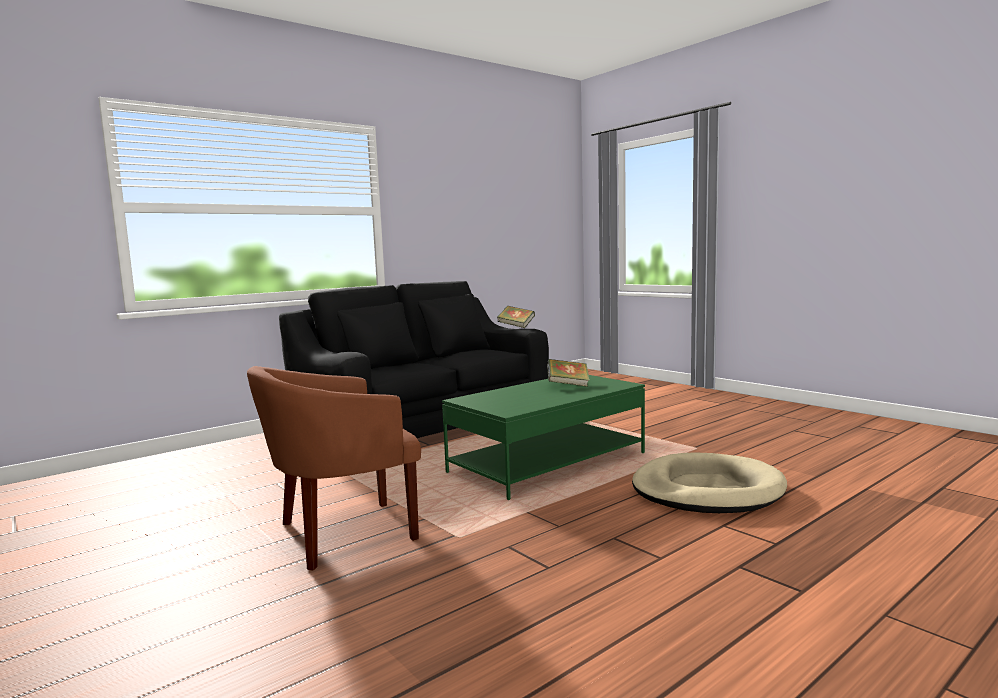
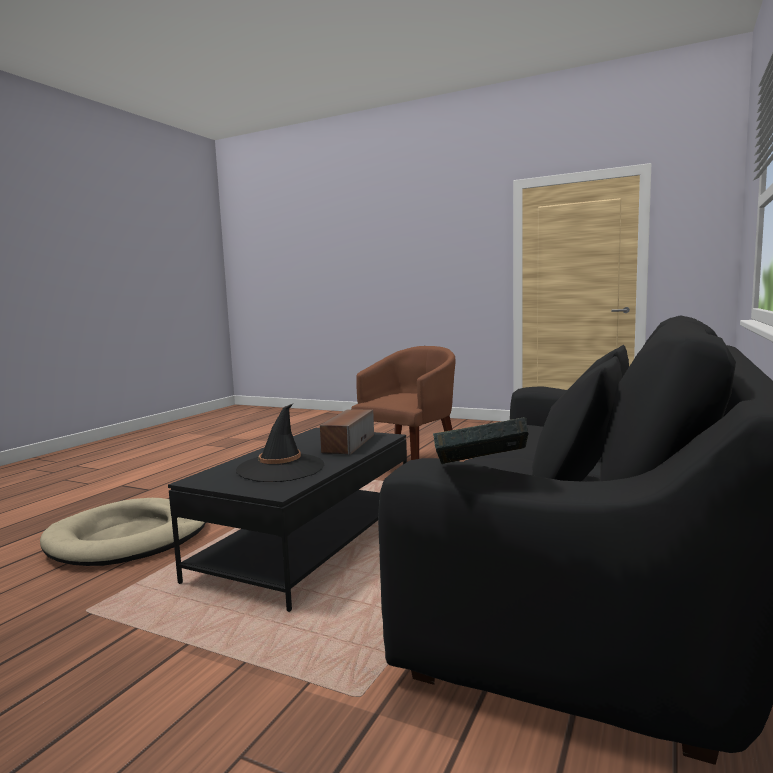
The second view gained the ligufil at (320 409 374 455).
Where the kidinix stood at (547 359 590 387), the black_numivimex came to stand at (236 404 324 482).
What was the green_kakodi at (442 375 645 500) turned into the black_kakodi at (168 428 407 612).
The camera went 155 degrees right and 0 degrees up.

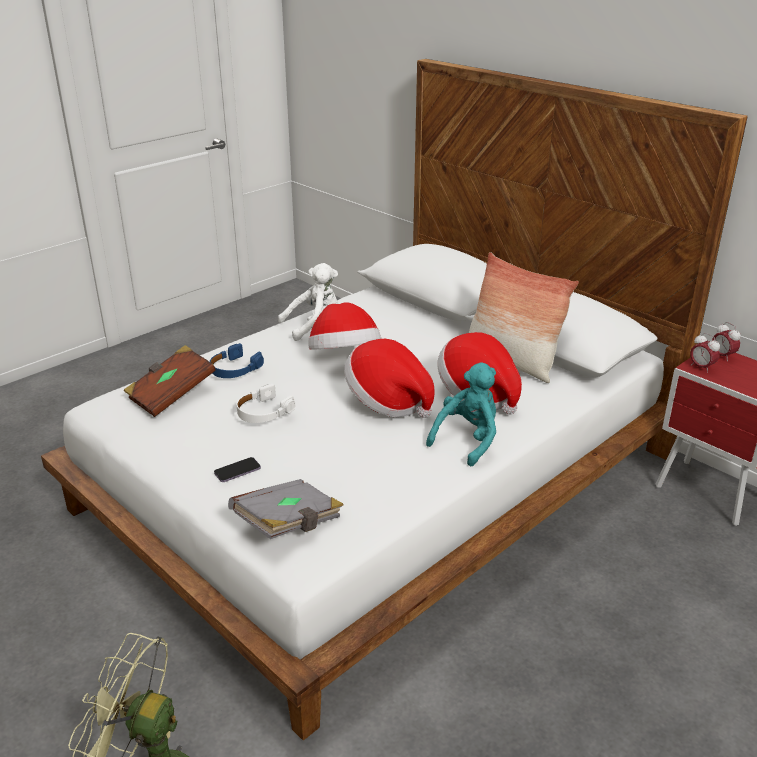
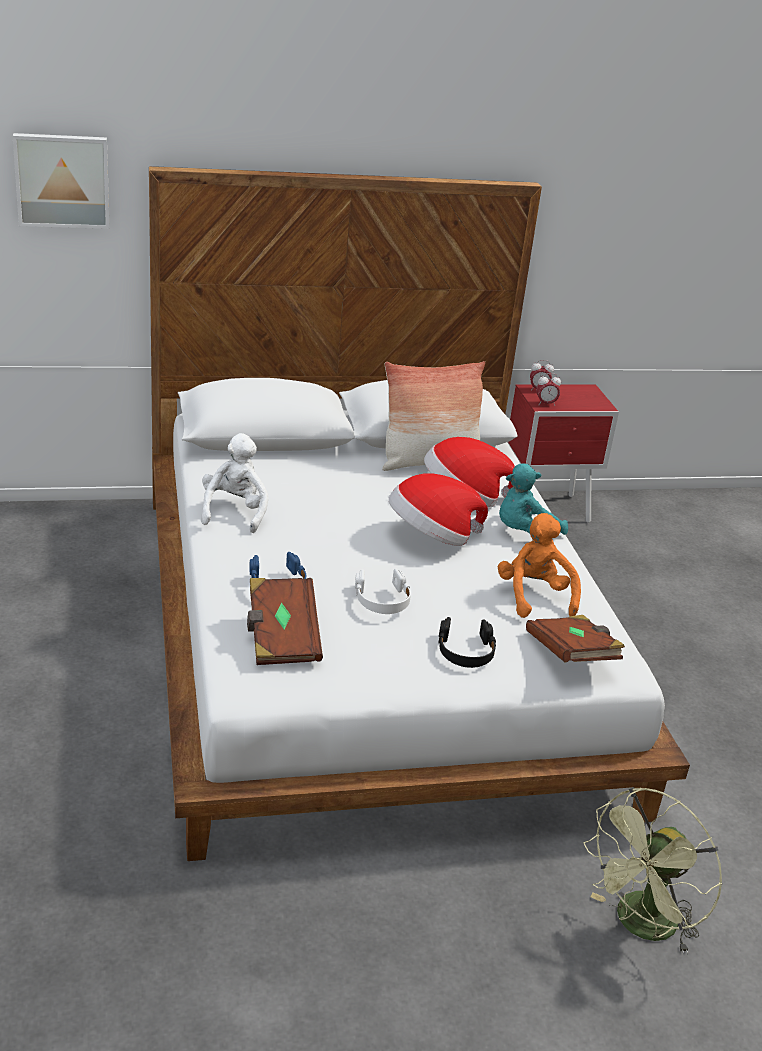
The second view lost the numivimex at (309 302 381 350).
The second view gained the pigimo at (13 133 110 229).
The second view gained the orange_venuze at (498 513 581 618).
Where the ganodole stood at (214 457 261 482), the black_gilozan came to stand at (438 617 496 668).
What was the grey_kidinix at (228 479 344 539) turned into the brown_kidinix at (526 615 625 662).
The turquoise_venuze at (426 362 496 466) ended up facing another way, 105 degrees counterclockwise from before.
The camera went 60 degrees left and 0 degrees up.

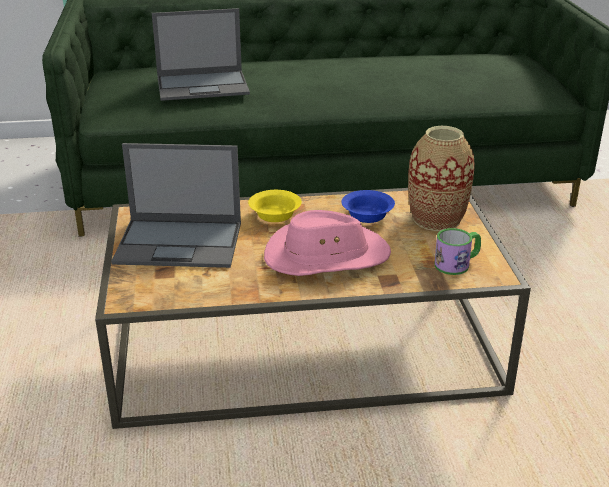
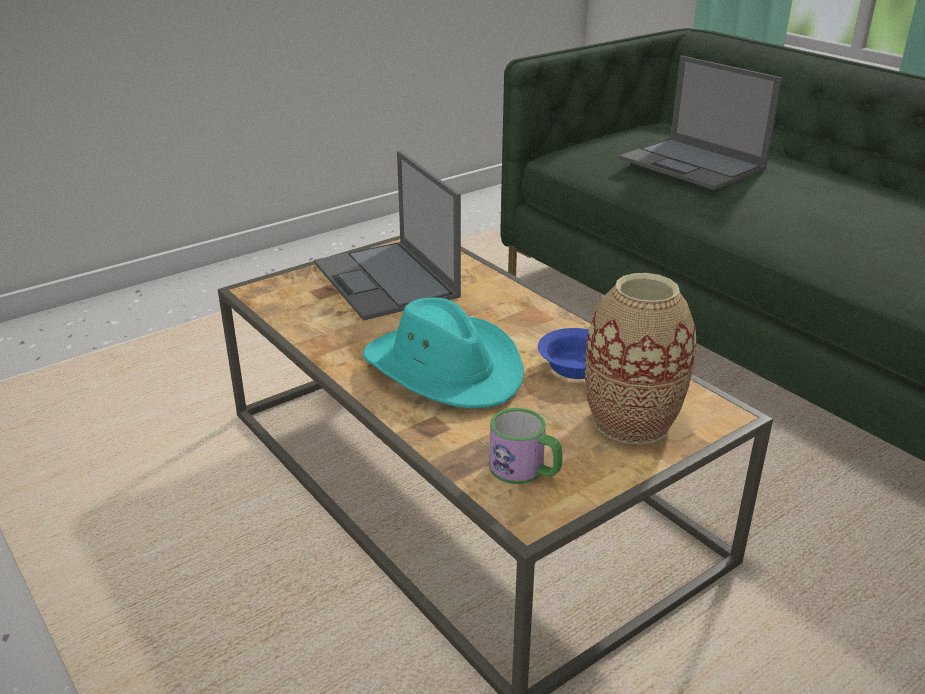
The second view lost the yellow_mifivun at (248 190 302 222).
What was the pink_numivimex at (264 210 391 276) turned into the turquoise_numivimex at (363 297 524 409).
The camera went 60 degrees right and 0 degrees up.

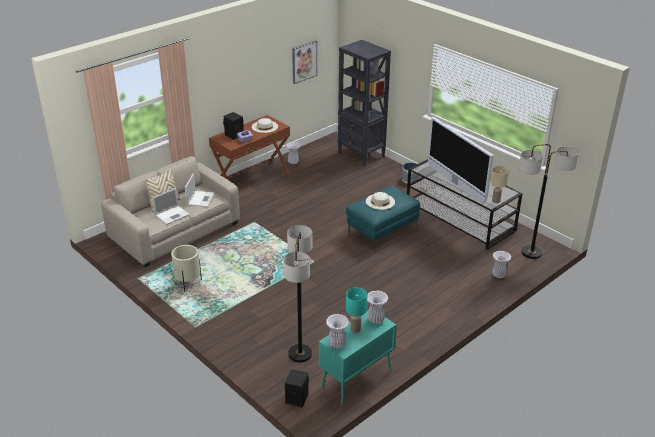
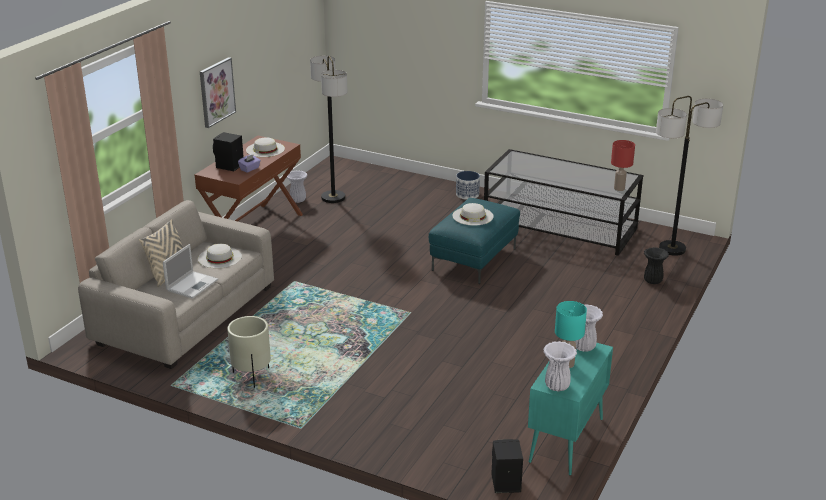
The second view lost the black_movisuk at (338 40 391 167).
The second view lost the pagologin at (428 117 494 203).
The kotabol ended up elsewhere, having gone from (284 225 312 362) to (310 56 347 203).
The pigimo ended up elsewhere, having gone from (292 41 317 84) to (200 57 236 128).
Where the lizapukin stood at (185 174 215 207), the white_numivimex came to stand at (198 244 242 268).
What was the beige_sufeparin at (490 166 509 203) turned into the red_sufeparin at (611 140 635 191).
What was the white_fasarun at (492 251 511 278) turned into the black_fasarun at (644 247 669 284).
The camera went 20 degrees left and 5 degrees down.

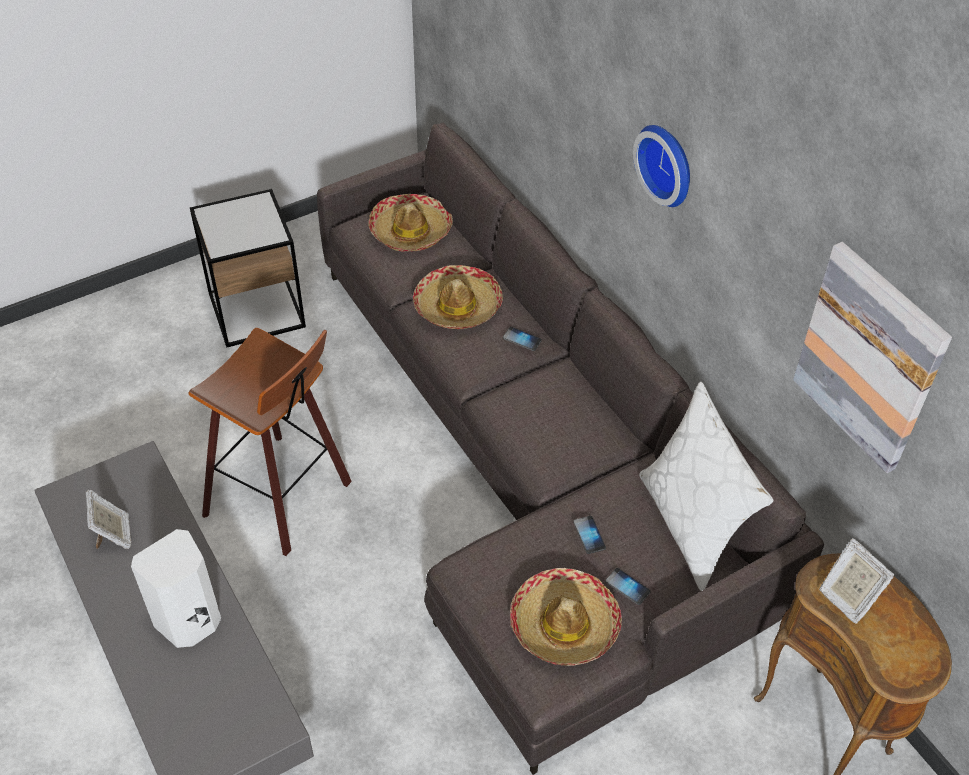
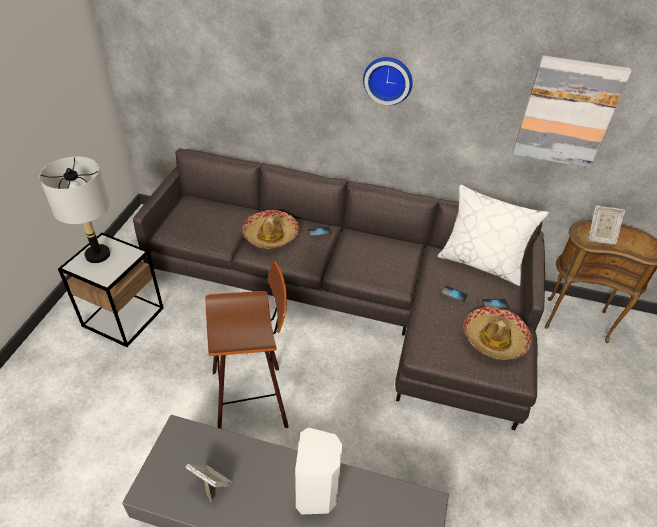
The second view lost the numivimex at (368 194 453 252).
The second view gained the grey_sufeparin at (39 156 110 263).
The camera went 45 degrees left and 5 degrees down.

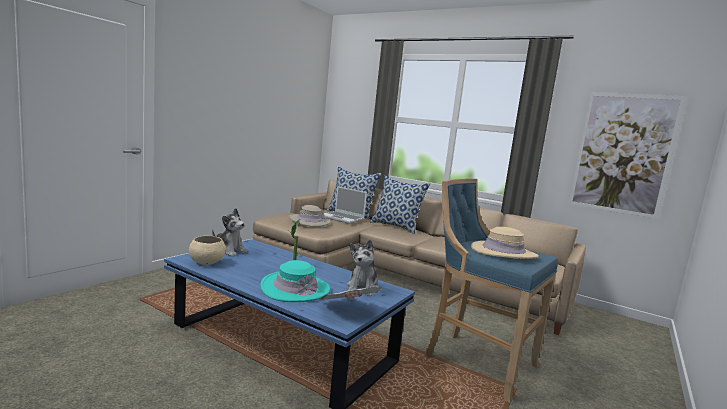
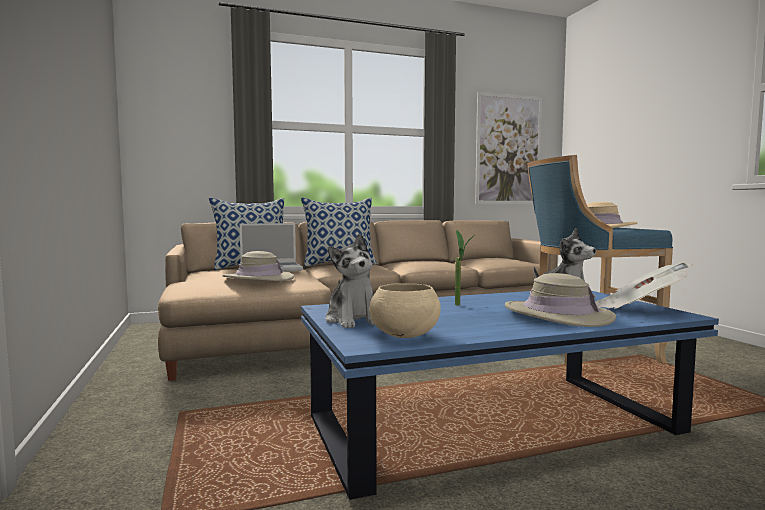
What was the turquoise_numivimex at (260 260 330 302) turned into the beige_numivimex at (505 273 616 327).
The venuze at (212 208 247 257) ended up facing another way, 90 degrees clockwise from before.
The camera went 50 degrees left and 5 degrees down.

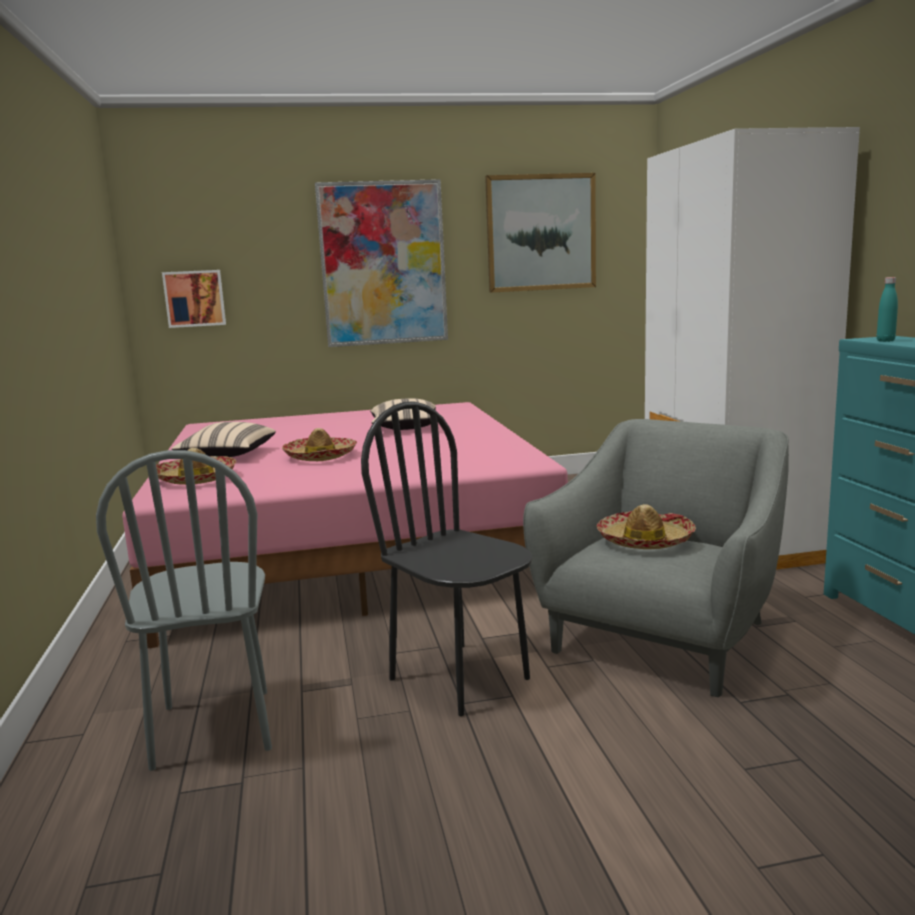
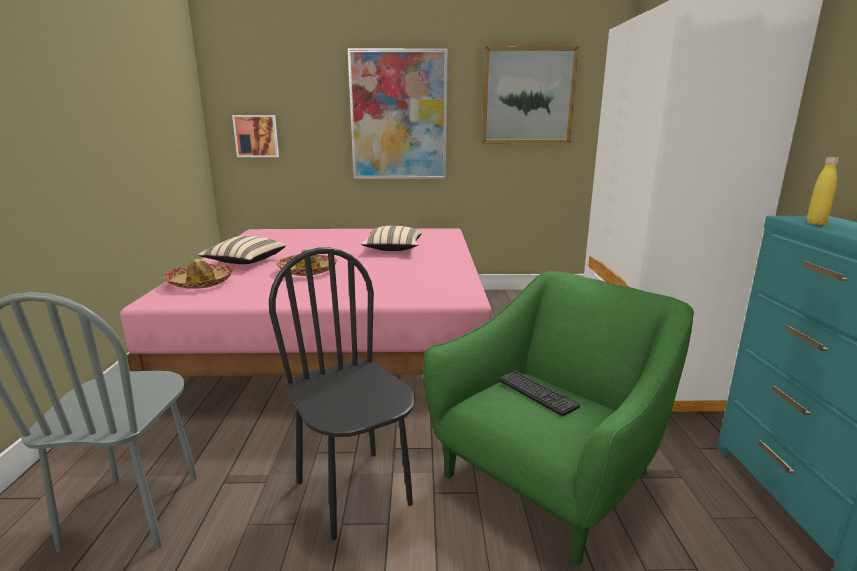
Where the numivimex stood at (597 504 696 549), the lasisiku came to stand at (499 371 580 416).
What was the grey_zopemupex at (523 419 789 697) turned into the green_zopemupex at (423 271 694 565).
What was the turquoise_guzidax at (877 277 898 342) turned into the yellow_guzidax at (807 157 839 225).
The camera went 10 degrees right and 5 degrees up.

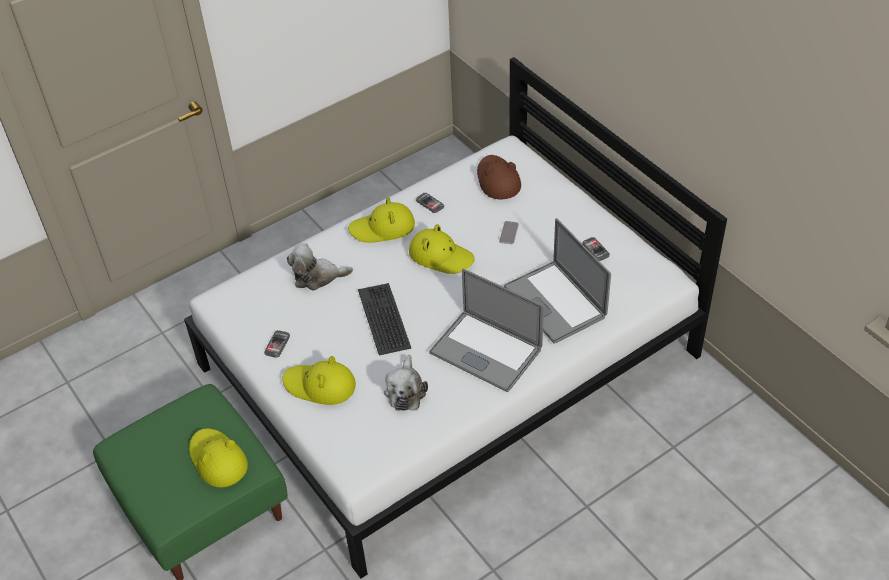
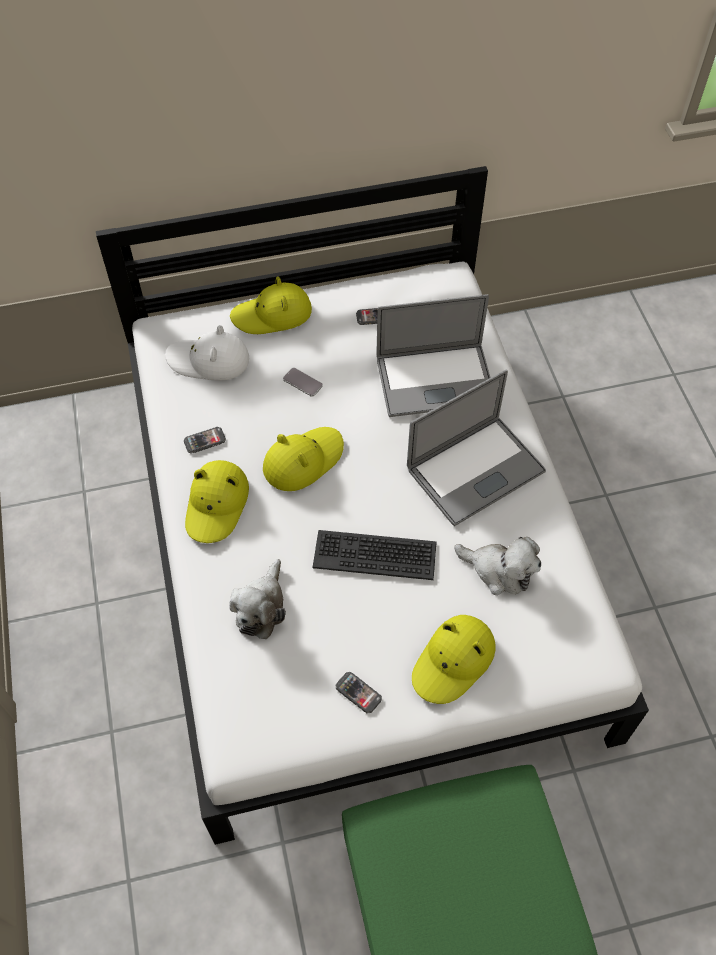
The yellow_numivimex ended up elsewhere, having gone from (189 429 248 487) to (230 277 312 334).
What was the brown_numivimex at (477 155 521 199) turned into the white_numivimex at (165 325 249 381).
The camera went 70 degrees left and 10 degrees up.

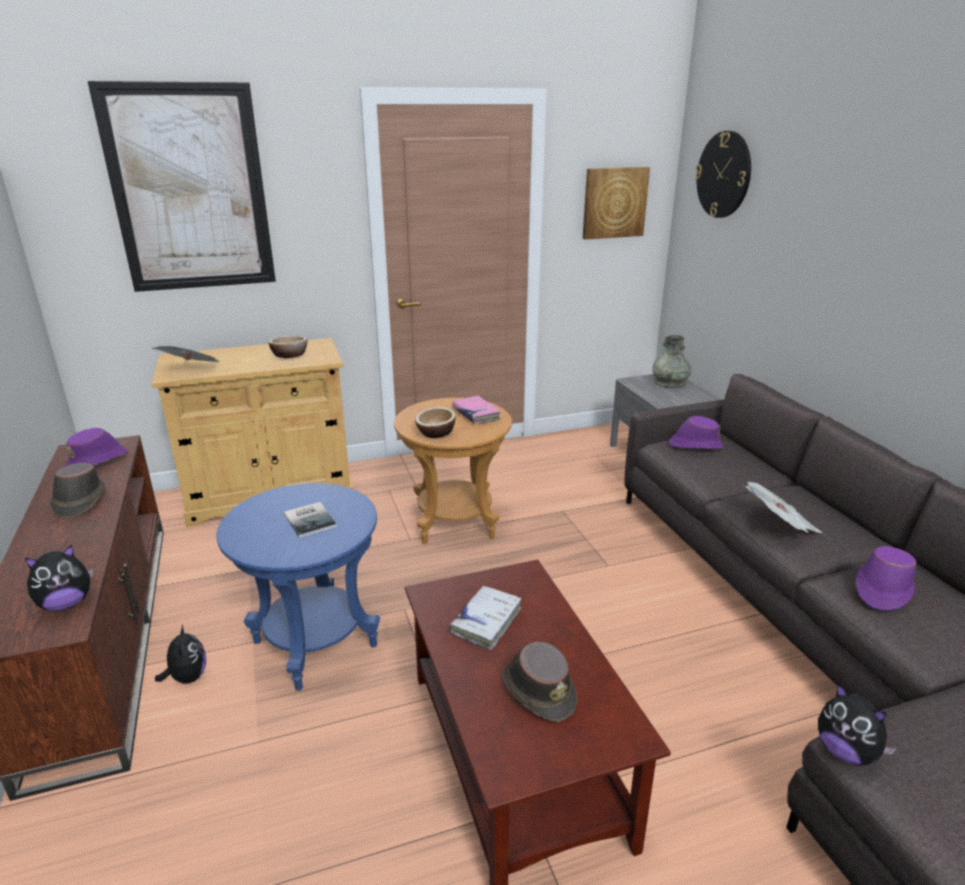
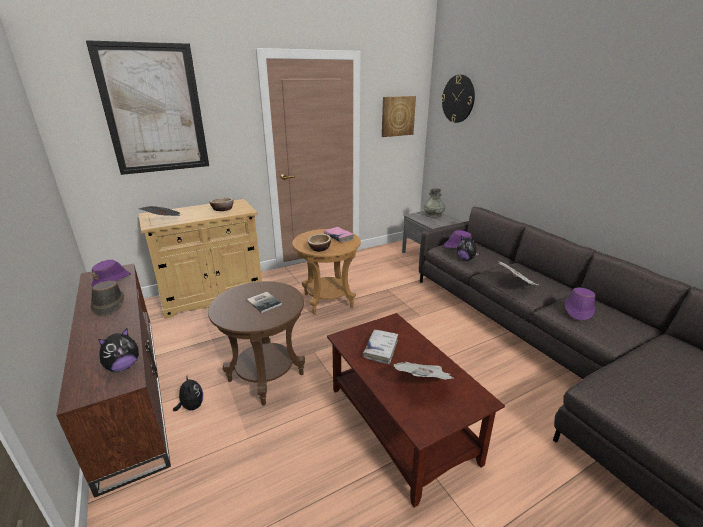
The venuze ended up elsewhere, having gone from (818 683 897 765) to (457 235 479 260).
Where the brown_numivimex stood at (502 642 577 722), the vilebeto came to stand at (394 362 453 380).
What was the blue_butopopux at (217 483 380 691) turned into the brown_butopopux at (208 281 305 405).
The camera went 10 degrees left and 0 degrees up.

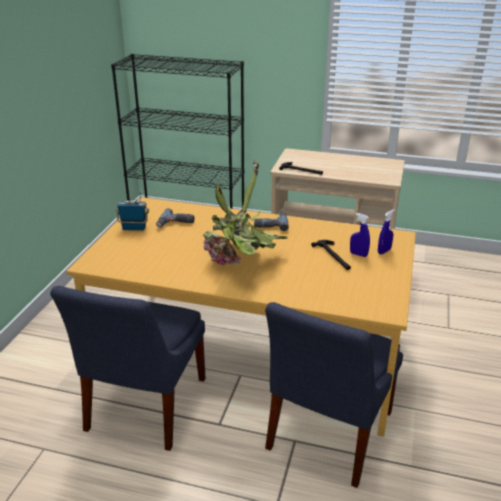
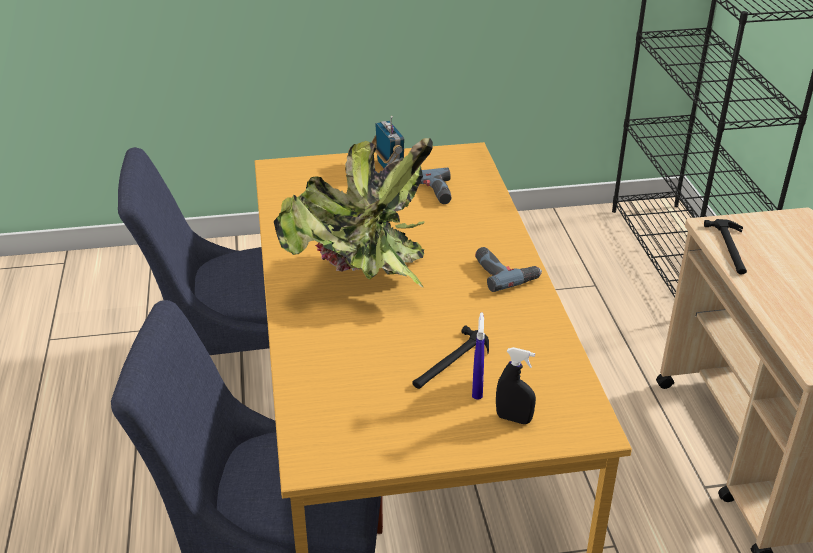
What was the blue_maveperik at (378 209 395 254) turned into the black_maveperik at (496 347 536 424).
The camera went 65 degrees right and 5 degrees up.

